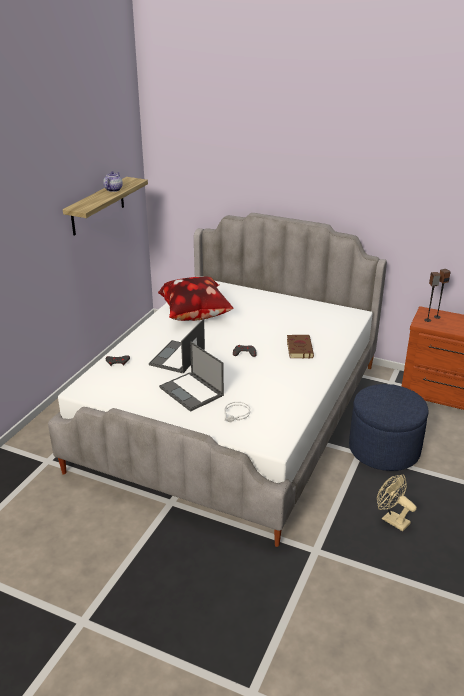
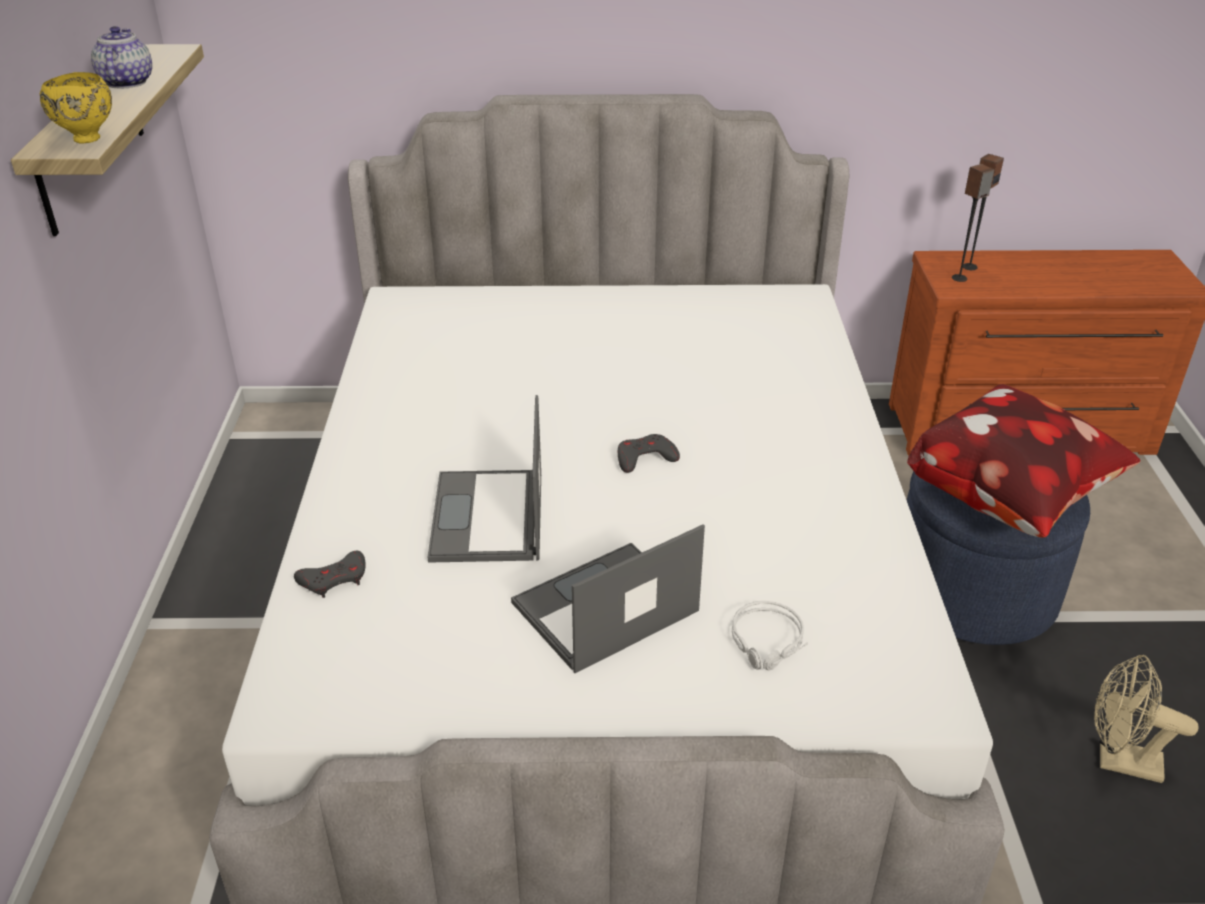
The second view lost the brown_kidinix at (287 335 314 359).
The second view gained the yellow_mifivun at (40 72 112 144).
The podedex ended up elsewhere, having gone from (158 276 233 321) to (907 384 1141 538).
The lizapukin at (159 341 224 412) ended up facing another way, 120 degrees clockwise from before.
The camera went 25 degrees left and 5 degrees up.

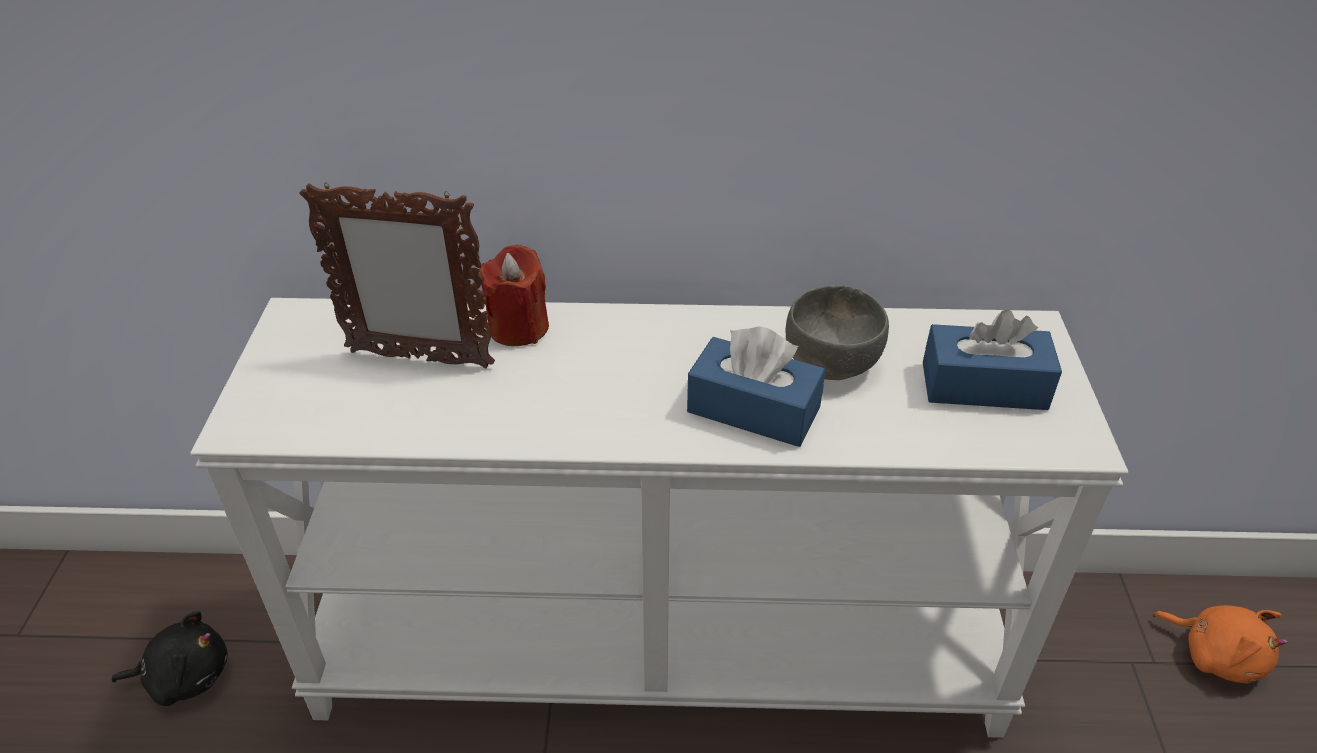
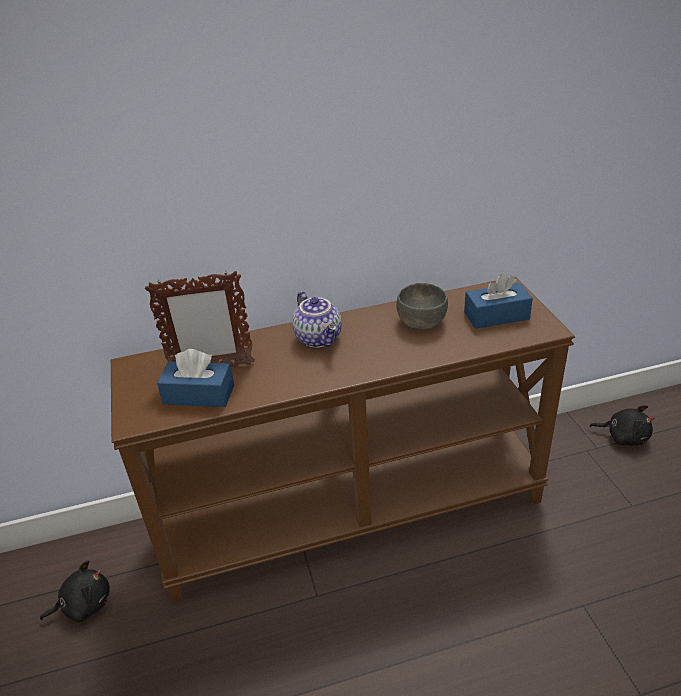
The second view lost the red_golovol at (479 245 549 346).
The second view gained the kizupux at (292 291 342 348).
The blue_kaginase ended up elsewhere, having gone from (687 326 825 447) to (157 349 234 407).
What was the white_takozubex at (190 298 1128 738) turned into the brown_takozubex at (111 277 575 604).
What was the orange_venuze at (1153 605 1287 684) turned into the black_venuze at (589 405 655 446).
The camera went 15 degrees left and 5 degrees down.

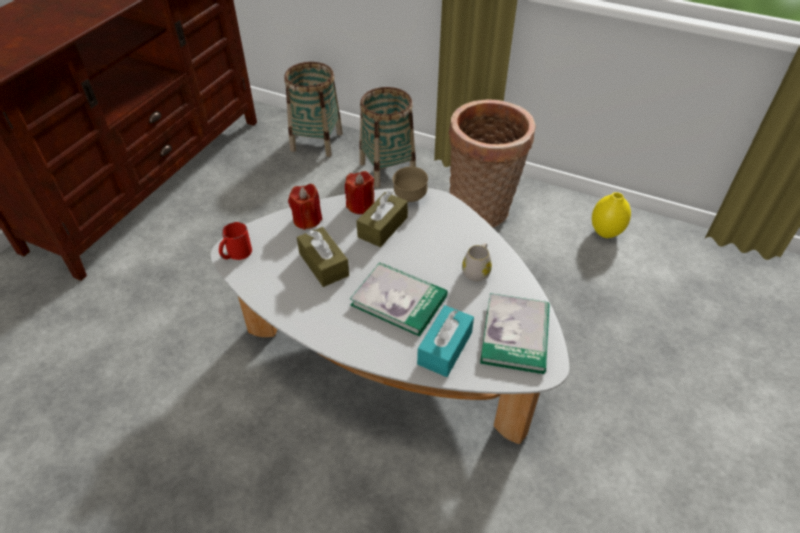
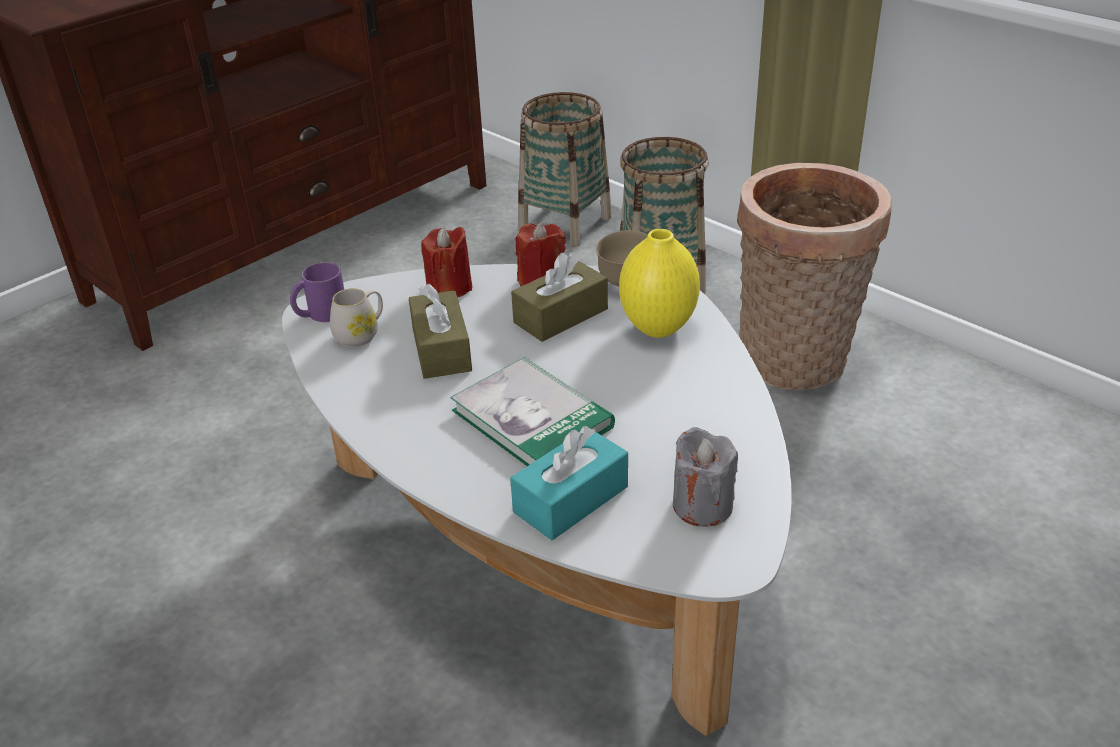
The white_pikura ended up elsewhere, having gone from (462 243 492 281) to (330 288 383 347).
The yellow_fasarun ended up elsewhere, having gone from (592 192 631 238) to (619 229 700 338).
Where the kidinix stood at (480 293 550 374), the grey_golovol came to stand at (673 427 738 527).
What was the red_pikura at (219 222 252 260) turned into the purple_pikura at (290 262 344 322).
The camera went 20 degrees right and 10 degrees down.

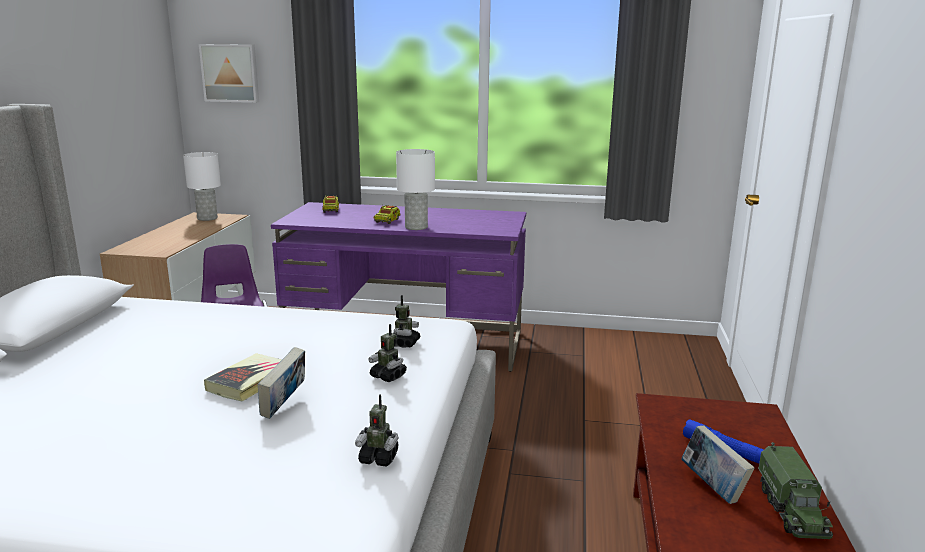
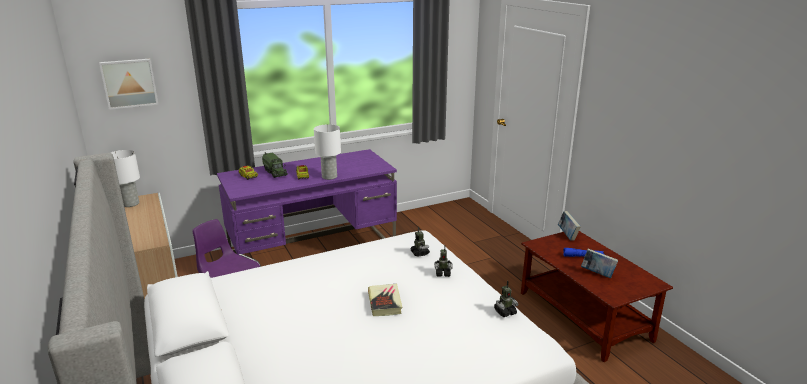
The kidinix ended up elsewhere, having gone from (258 347 305 419) to (558 211 581 241).
The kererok ended up elsewhere, having gone from (758 442 833 539) to (262 152 288 178).
The camera went 35 degrees left and 5 degrees up.

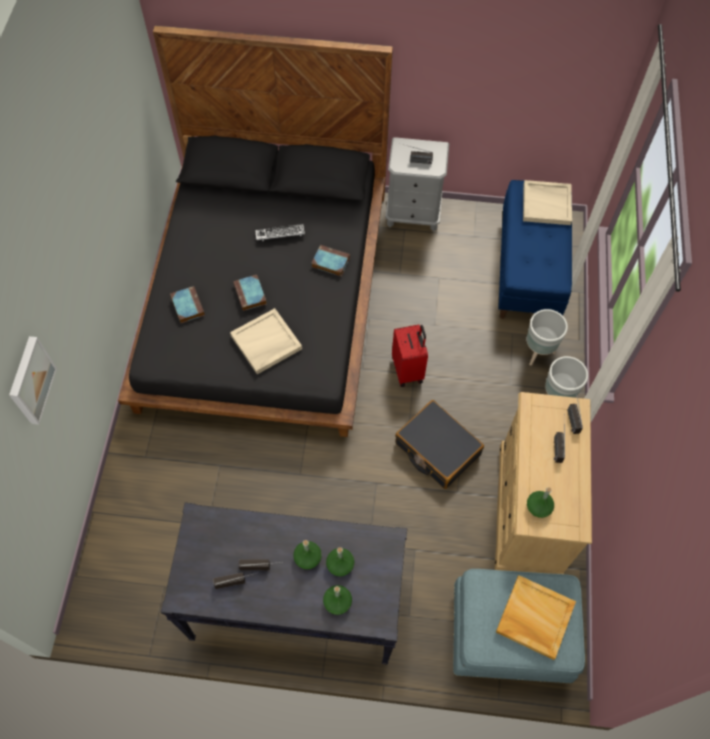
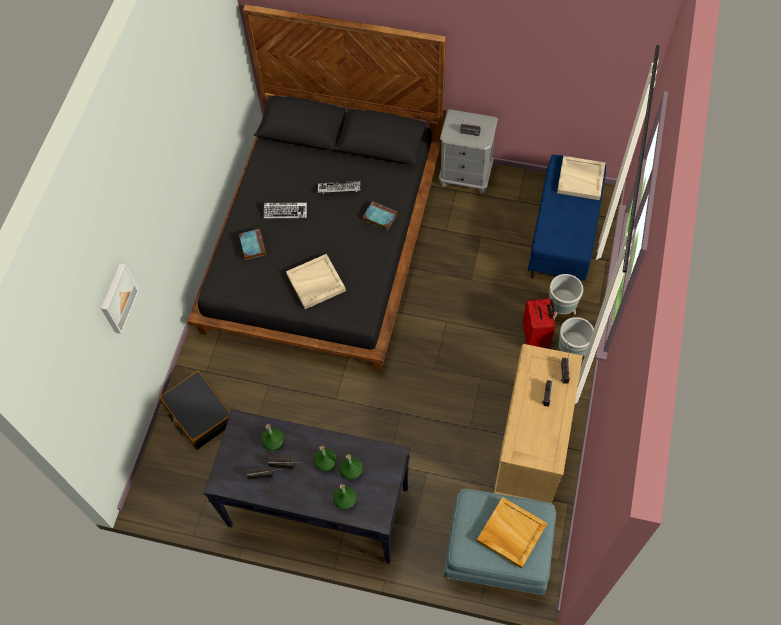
The second view lost the kidinix at (233 275 267 311).
The second view gained the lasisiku at (264 202 307 218).
The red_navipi ended up elsewhere, having gone from (392 324 428 387) to (523 298 555 349).
The black_navipi ended up elsewhere, having gone from (395 400 484 489) to (159 370 230 450).
The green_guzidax ended up elsewhere, having gone from (527 487 554 518) to (261 424 284 450).
The camera went 10 degrees right and 0 degrees up.

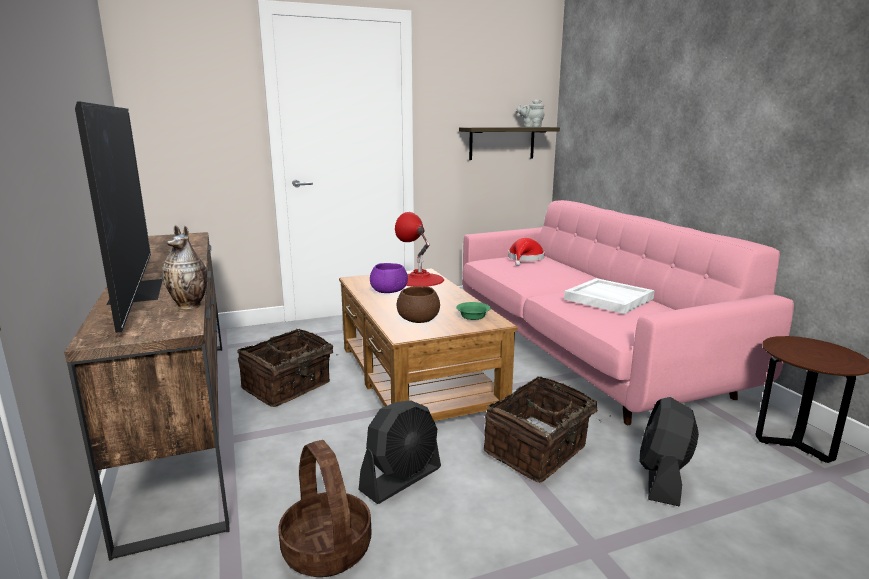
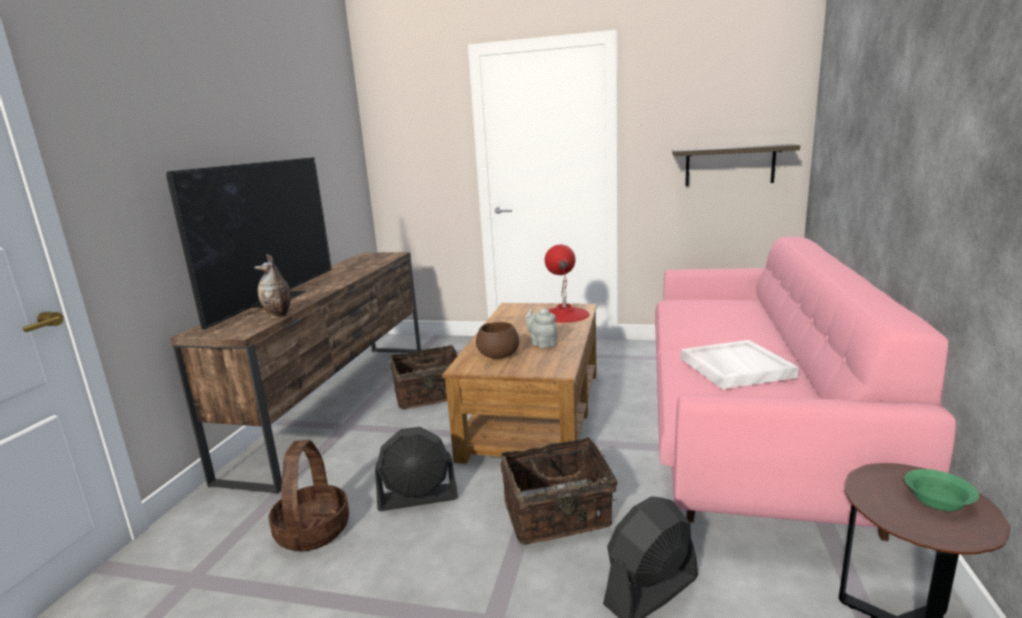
The second view lost the purple_mifivun at (370 263 408 293).
The second view lost the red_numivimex at (508 238 545 266).
The green_mifivun ended up elsewhere, having gone from (456 302 491 320) to (905 469 979 511).
The grey_kizupux ended up elsewhere, having gone from (517 99 545 127) to (526 308 557 348).
The camera went 35 degrees right and 0 degrees up.

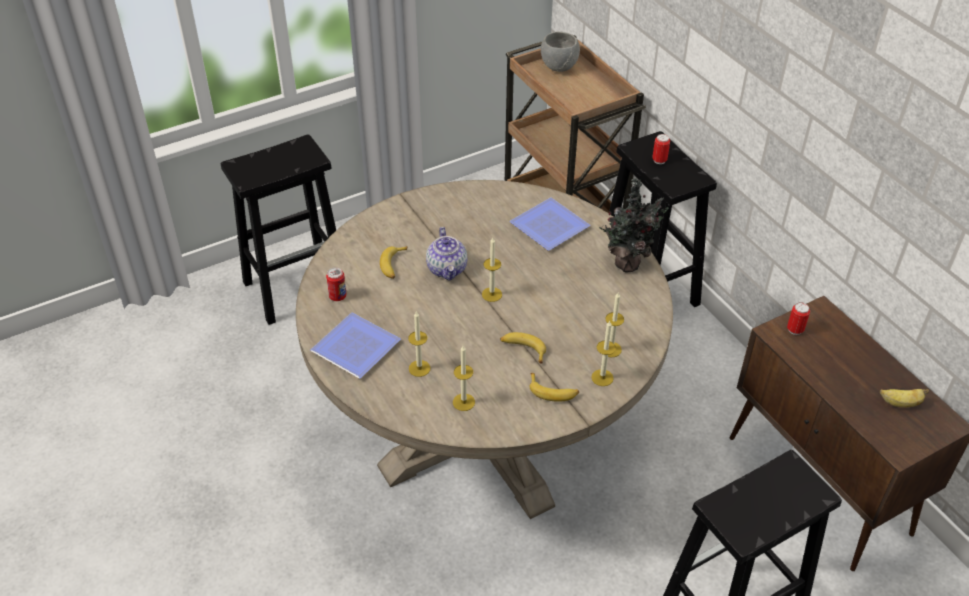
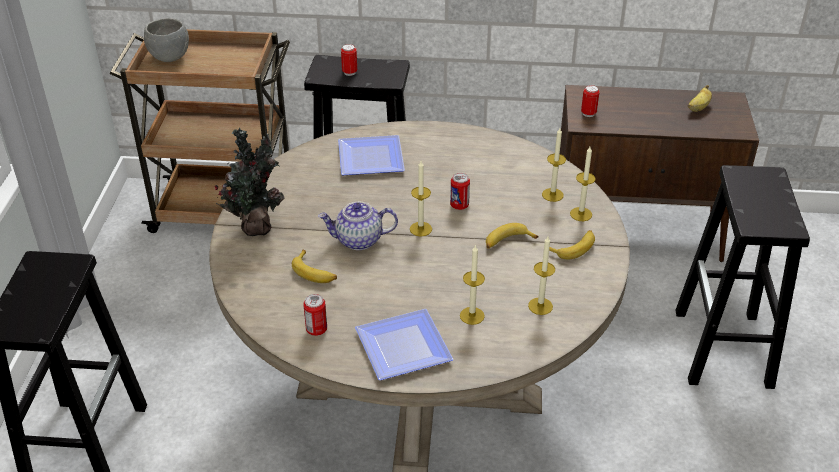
The second view gained the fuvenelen at (450 173 470 210).
The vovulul ended up elsewhere, having gone from (599 178 669 272) to (215 127 284 236).
The kizupux at (426 227 467 281) ended up facing another way, 150 degrees clockwise from before.
The camera went 55 degrees left and 5 degrees down.

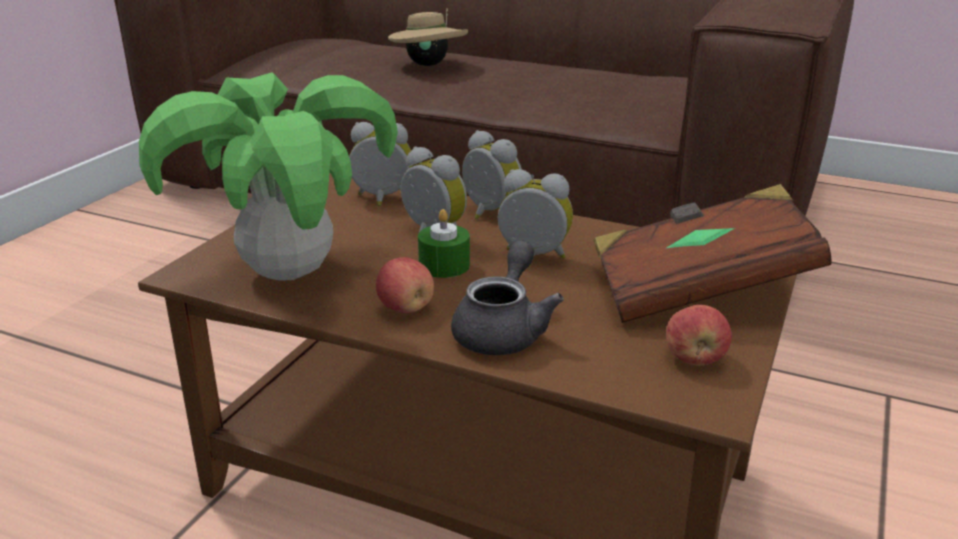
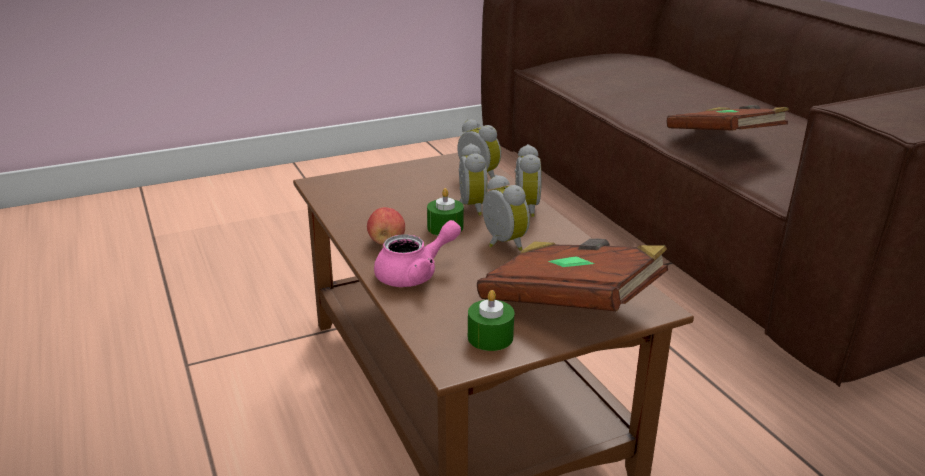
The second view lost the vovulul at (139 72 398 281).
The second view lost the beige_numivimex at (388 9 468 66).
The second view gained the brown_kidinix at (667 105 789 131).
Where the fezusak stood at (666 305 732 366), the green_golovol came to stand at (468 290 515 351).
What was the grey_kizupux at (451 240 564 355) turned into the pink_kizupux at (374 220 461 287).
The camera went 40 degrees right and 0 degrees up.

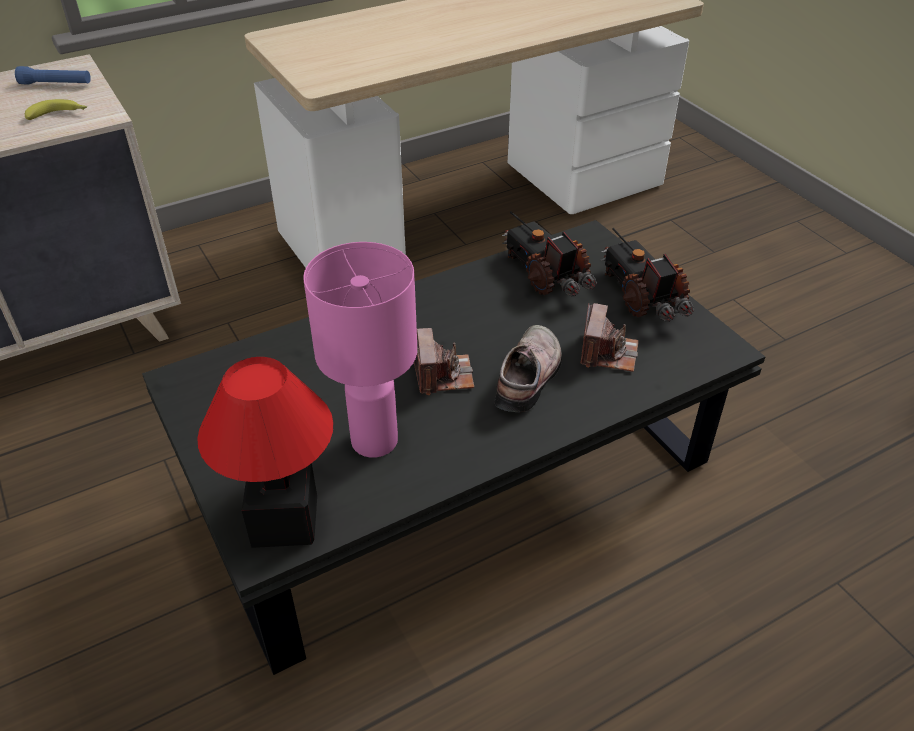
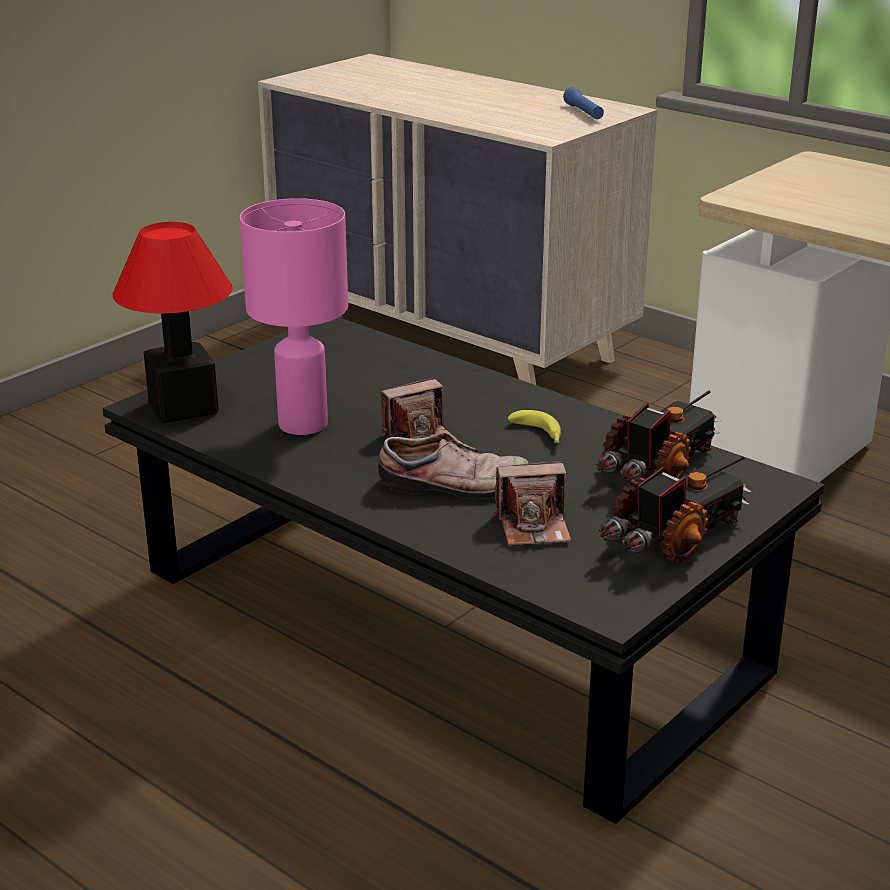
The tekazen ended up elsewhere, having gone from (25 99 87 120) to (508 410 561 443).
The camera went 70 degrees right and 15 degrees down.

